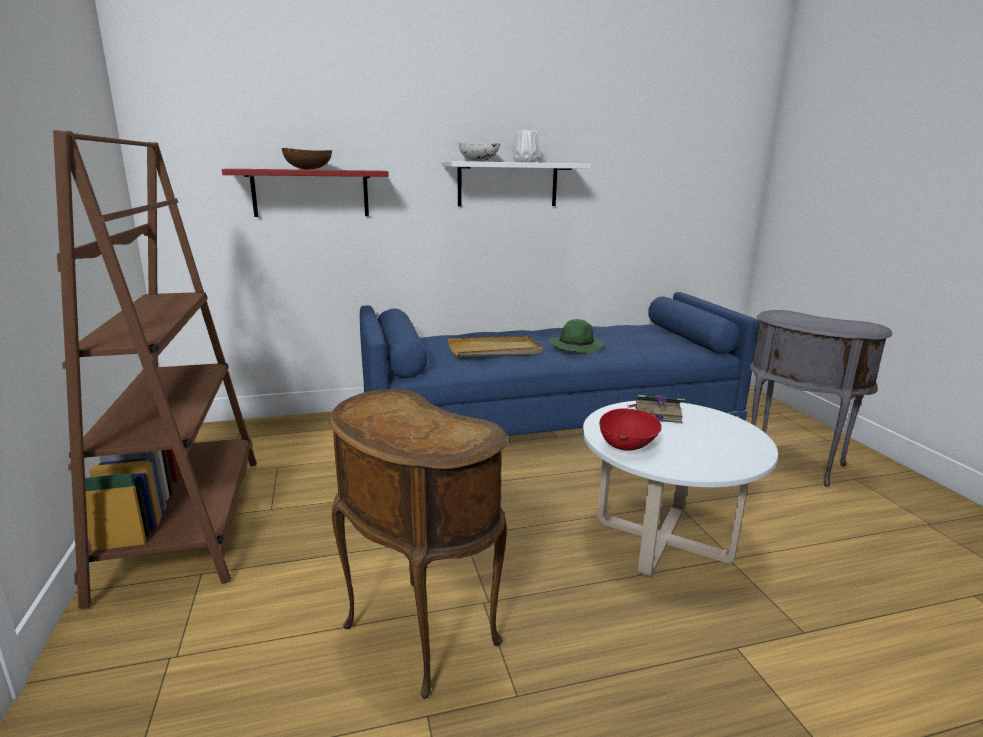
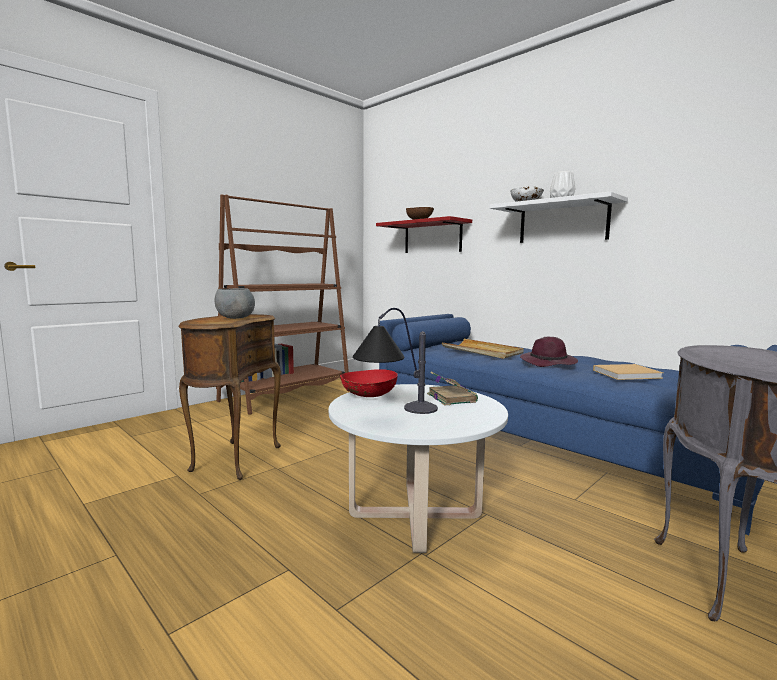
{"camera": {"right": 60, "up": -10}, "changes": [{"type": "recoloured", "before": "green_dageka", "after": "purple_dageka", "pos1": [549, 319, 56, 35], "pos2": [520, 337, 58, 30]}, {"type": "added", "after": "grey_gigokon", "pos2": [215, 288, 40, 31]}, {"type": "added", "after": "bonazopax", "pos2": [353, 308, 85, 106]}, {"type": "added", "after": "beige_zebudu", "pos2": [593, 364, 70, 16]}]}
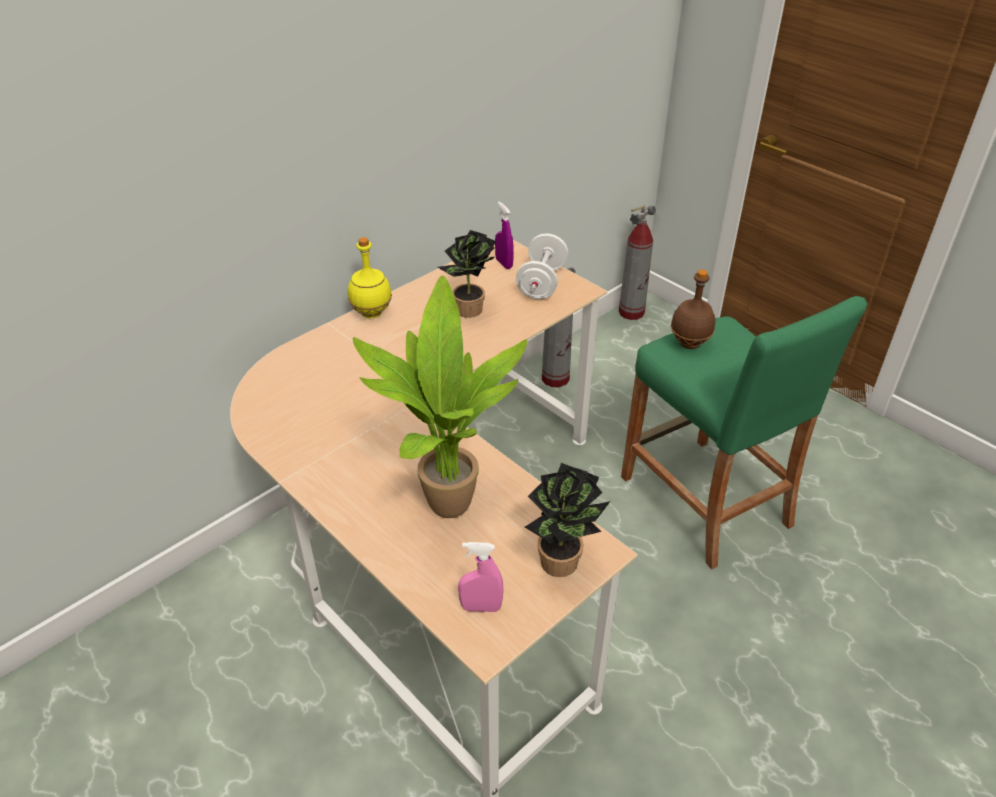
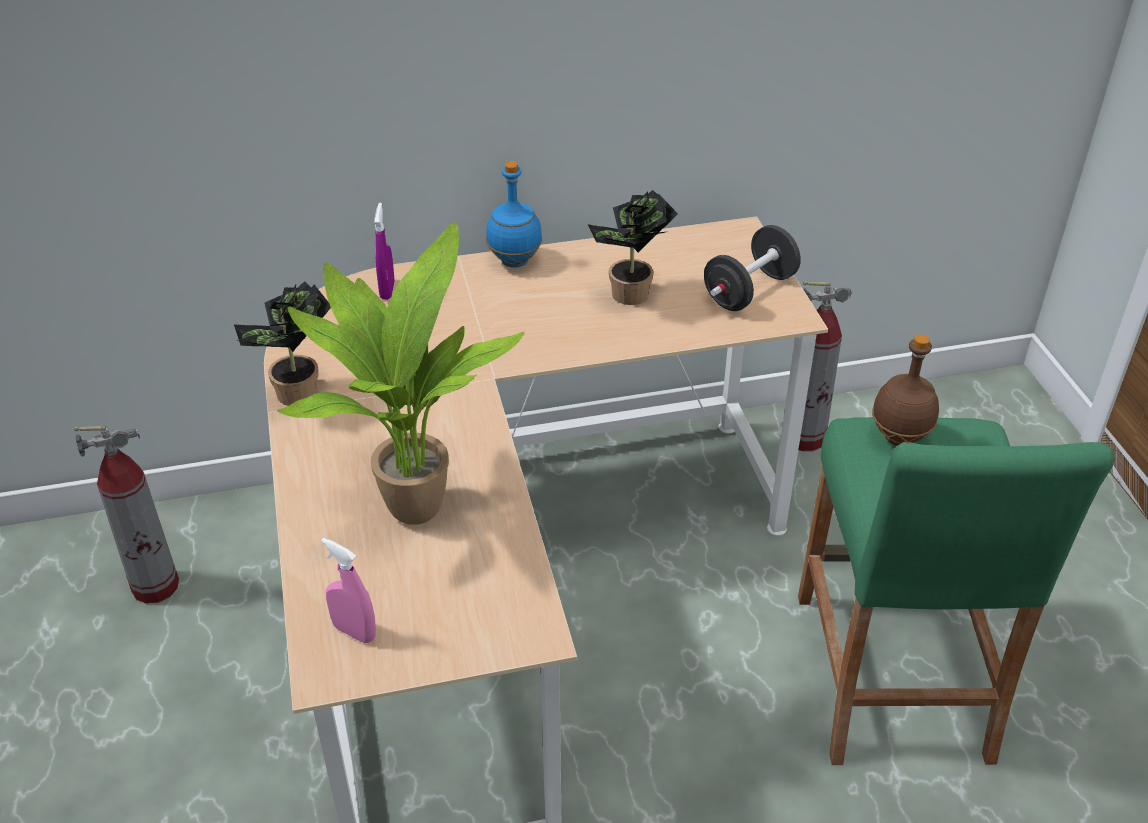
{"camera": {"right": 30, "up": 0}, "changes": [{"type": "moved", "before": "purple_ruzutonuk", "pos1": [495, 202, 19, 67], "pos2": [374, 203, 21, 97]}, {"type": "moved", "before": "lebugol", "pos1": [619, 205, 37, 115], "pos2": [74, 426, 105, 178]}, {"type": "recoloured", "before": "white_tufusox", "after": "black_tufusox", "pos1": [516, 233, 52, 66], "pos2": [704, 225, 97, 86]}, {"type": "recoloured", "before": "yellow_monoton", "after": "blue_monoton", "pos1": [348, 237, 44, 81], "pos2": [486, 161, 56, 107]}, {"type": "moved", "before": "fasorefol", "pos1": [525, 463, 86, 114], "pos2": [234, 281, 97, 125]}]}
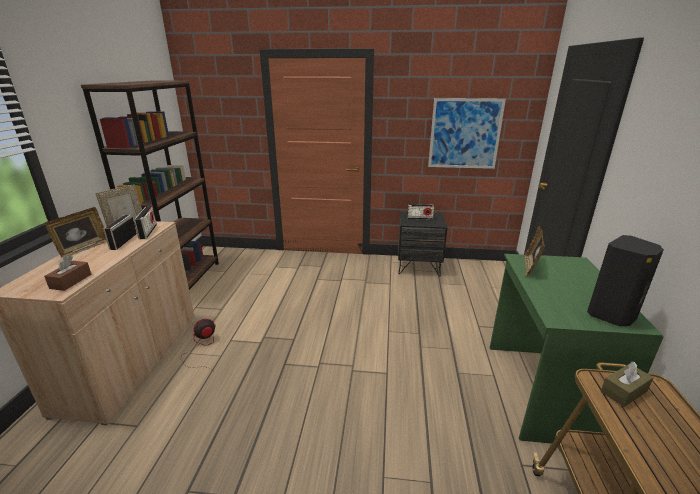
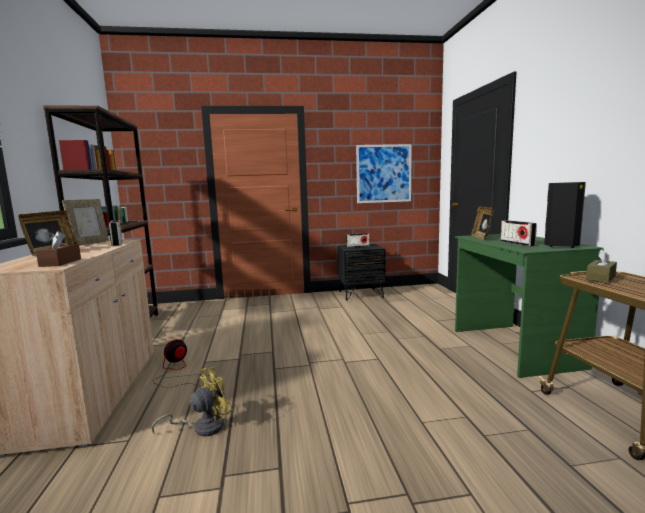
{"camera": {"right": -15, "up": -15}, "changes": [{"type": "moved", "before": "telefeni", "pos1": [103, 214, 34, 36], "pos2": [500, 220, 37, 26]}, {"type": "added", "after": "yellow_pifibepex", "pos2": [152, 367, 81, 69]}]}
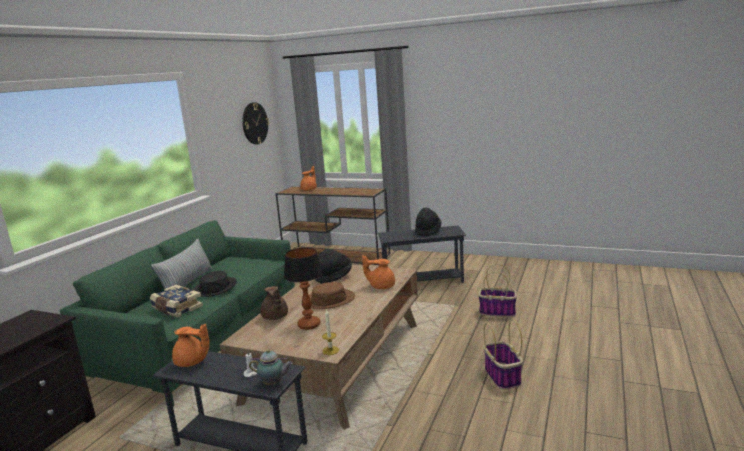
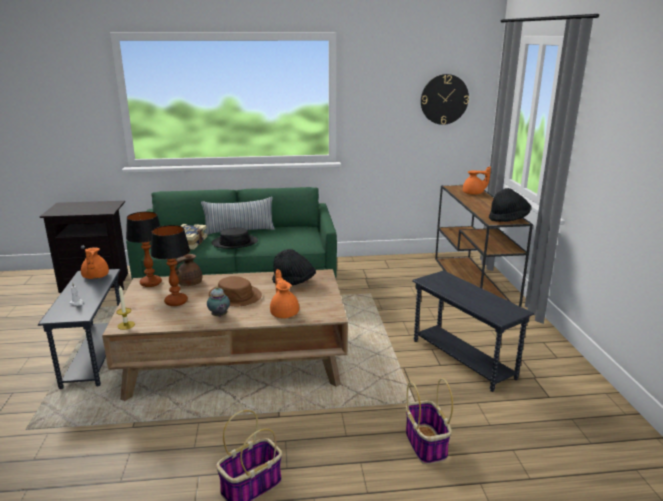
{"camera": {"right": 60, "up": 5}, "changes": [{"type": "moved", "before": "black_dageka", "pos1": [415, 207, 26, 29], "pos2": [489, 188, 42, 34]}, {"type": "moved", "before": "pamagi", "pos1": [249, 349, 44, 36], "pos2": [207, 287, 23, 30]}, {"type": "added", "after": "bonazopax", "pos2": [126, 212, 36, 75]}]}
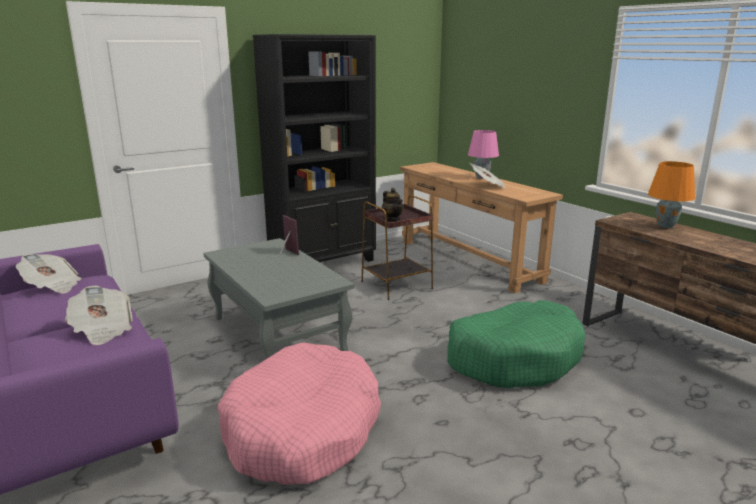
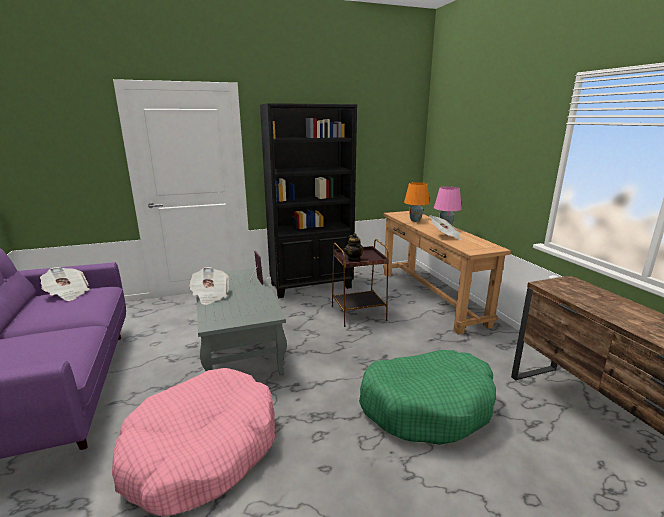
{"camera": {"right": 15, "up": 0}, "changes": [{"type": "moved", "before": "orange_bonazopax", "pos1": [648, 161, 47, 67], "pos2": [404, 182, 26, 40]}, {"type": "moved", "before": "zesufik", "pos1": [65, 286, 67, 59], "pos2": [189, 267, 40, 38]}]}
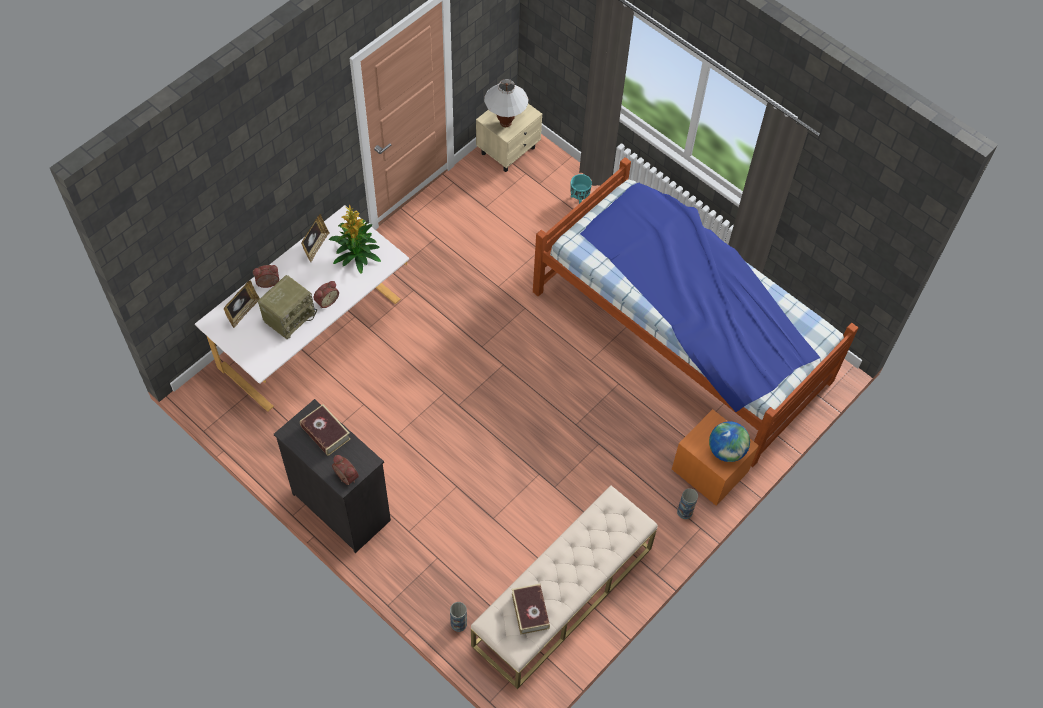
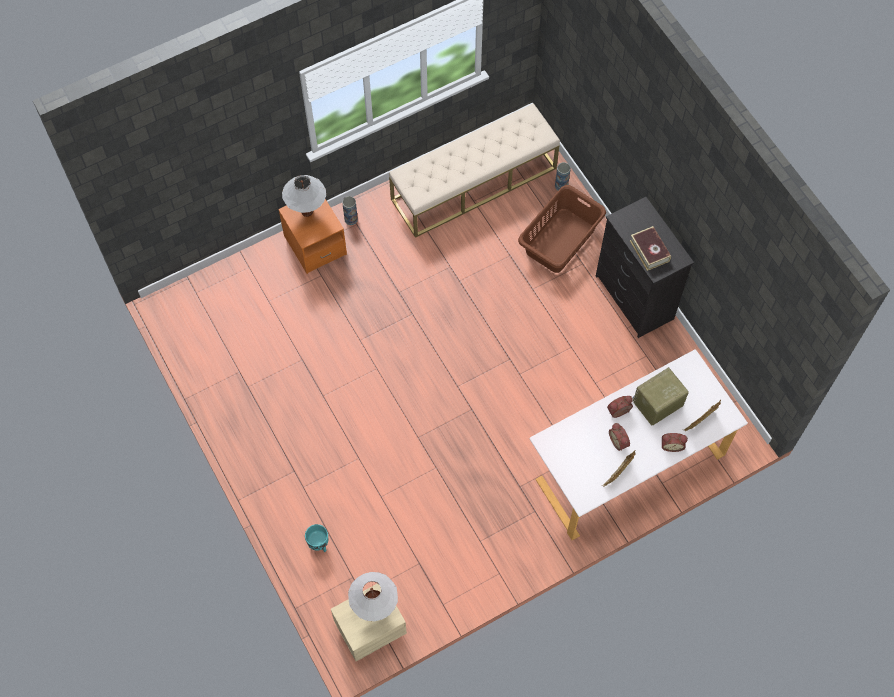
{"camera": {"right": -160, "up": 5}, "changes": [{"type": "removed", "before": "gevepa", "pos1": [533, 157, 325, 310]}, {"type": "removed", "before": "fasorefol", "pos1": [329, 204, 52, 70]}, {"type": "replaced", "before": "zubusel", "after": "white_bonazopax", "pos1": [709, 421, 41, 41], "pos2": [282, 175, 44, 42]}, {"type": "moved", "before": "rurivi", "pos1": [332, 455, 27, 30], "pos2": [609, 423, 21, 28]}, {"type": "removed", "before": "zebudu", "pos1": [512, 584, 38, 51]}, {"type": "added", "after": "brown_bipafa", "pos2": [518, 185, 88, 88]}]}
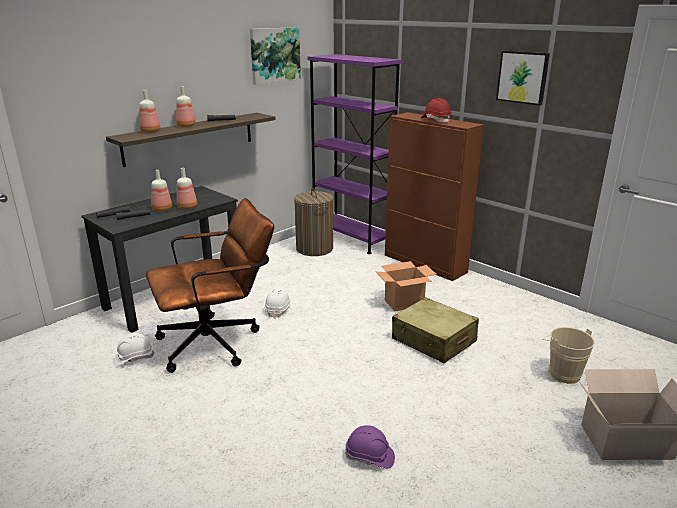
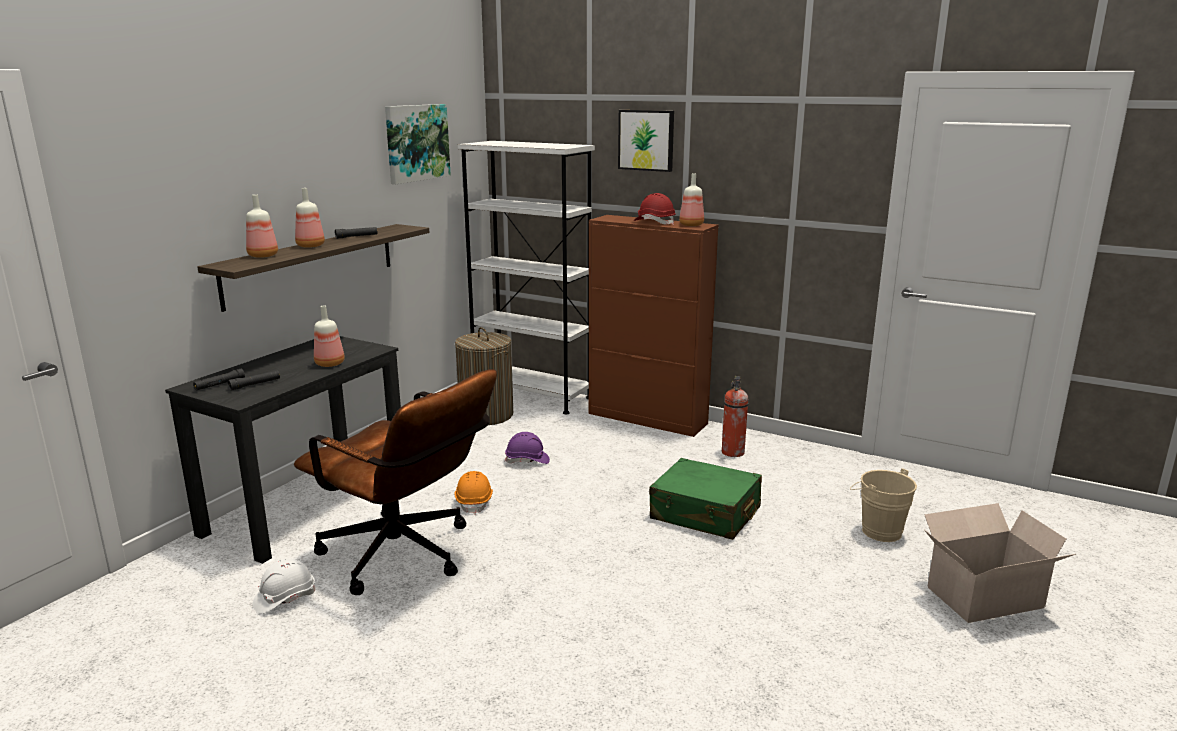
{"camera": {"right": -15, "up": -5}, "changes": [{"type": "moved", "before": "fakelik", "pos1": [496, 51, 54, 55], "pos2": [618, 110, 56, 62]}, {"type": "recoloured", "before": "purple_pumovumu", "after": "white_pumovumu", "pos1": [307, 54, 95, 200], "pos2": [458, 141, 137, 273]}, {"type": "moved", "before": "monoton", "pos1": [151, 170, 21, 42], "pos2": [679, 173, 25, 53]}, {"type": "turned", "before": "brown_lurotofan", "pos1": [146, 198, 128, 175], "pos2": [294, 369, 203, 226], "turn": 75}, {"type": "removed", "before": "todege", "pos1": [376, 261, 61, 50]}, {"type": "recoloured", "before": "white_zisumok", "after": "orange_zisumok", "pos1": [264, 289, 27, 30], "pos2": [455, 471, 38, 44]}, {"type": "recoloured", "before": "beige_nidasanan", "after": "green_nidasanan", "pos1": [392, 297, 87, 66], "pos2": [649, 458, 113, 82]}, {"type": "moved", "before": "purple_zisumok", "pos1": [345, 425, 50, 43], "pos2": [505, 432, 45, 32]}, {"type": "added", "after": "lebugol", "pos2": [722, 376, 27, 81]}]}
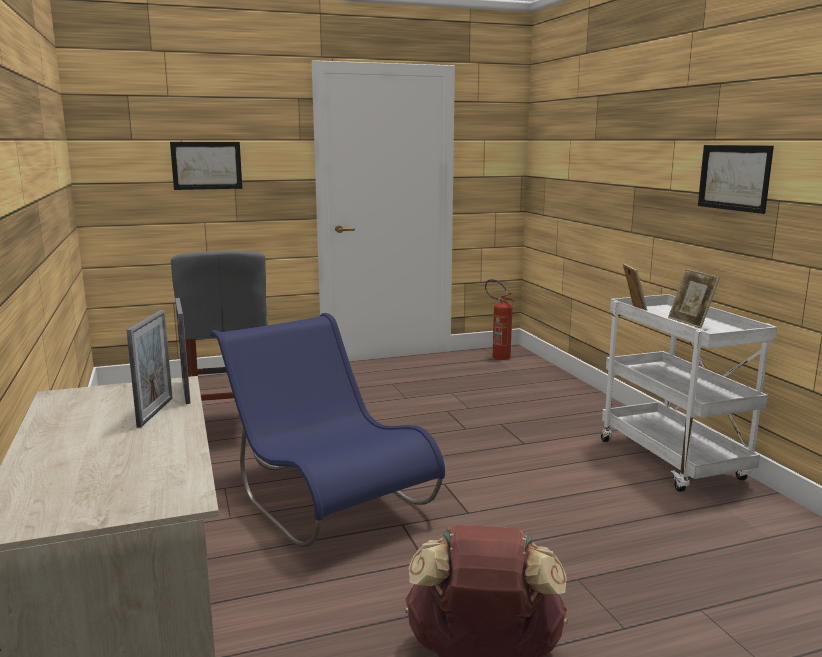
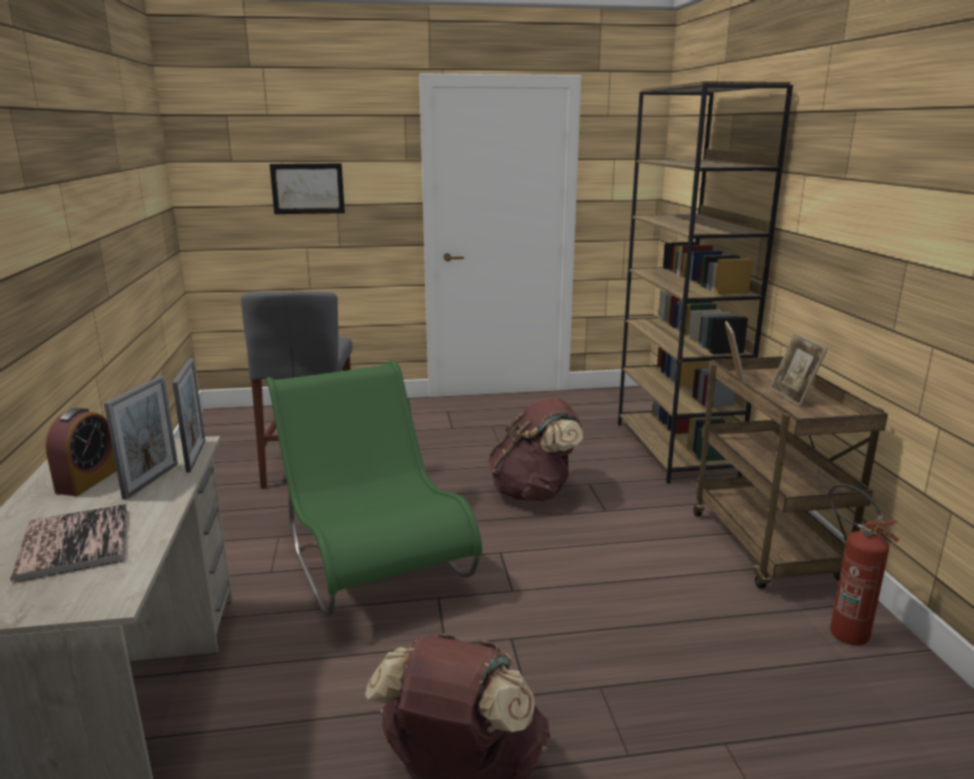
{"camera": {"right": 10, "up": 5}, "changes": [{"type": "removed", "before": "fakelik", "pos1": [698, 145, 76, 69]}, {"type": "moved", "before": "lebugol", "pos1": [485, 279, 30, 81], "pos2": [828, 484, 72, 162]}, {"type": "recoloured", "before": "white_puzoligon", "after": "brown_puzoligon", "pos1": [601, 294, 176, 198], "pos2": [693, 356, 195, 233]}, {"type": "recoloured", "before": "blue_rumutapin", "after": "green_rumutapin", "pos1": [210, 313, 235, 234], "pos2": [265, 360, 217, 256]}, {"type": "added", "after": "brown_pumovumu", "pos2": [618, 81, 175, 403]}, {"type": "added", "after": "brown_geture", "pos2": [488, 397, 95, 104]}, {"type": "added", "after": "rurivi", "pos2": [45, 408, 72, 88]}, {"type": "added", "after": "zebudu", "pos2": [10, 504, 118, 79]}]}
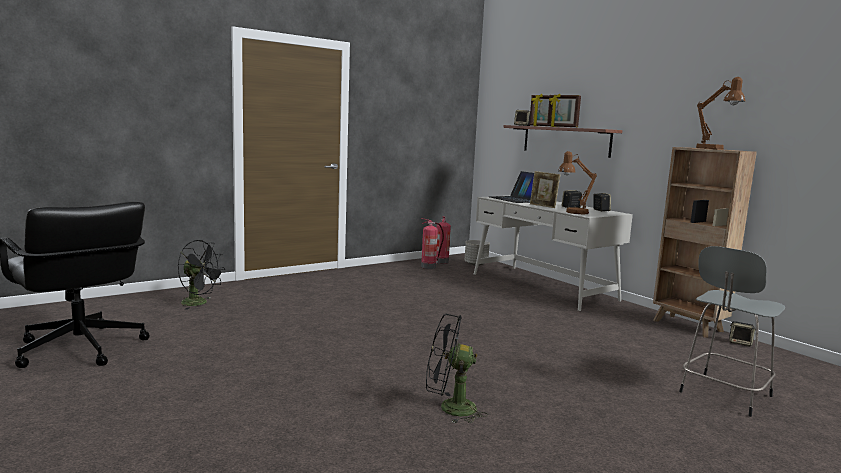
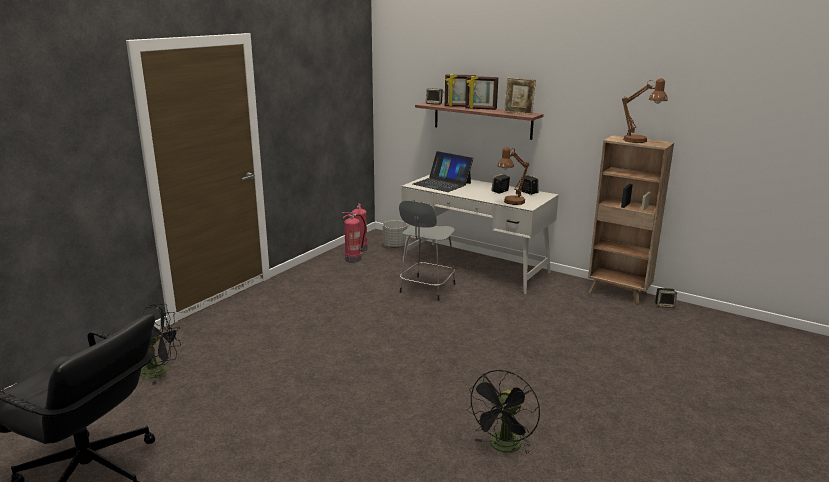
{"camera": {"right": -20, "up": 10}, "changes": [{"type": "moved", "before": "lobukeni", "pos1": [530, 171, 30, 37], "pos2": [504, 78, 32, 36]}, {"type": "moved", "before": "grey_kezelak", "pos1": [679, 246, 106, 171], "pos2": [399, 200, 56, 101]}, {"type": "turned", "before": "black_pifibepex", "pos1": [426, 314, 62, 110], "pos2": [466, 370, 74, 85], "turn": -45}]}
